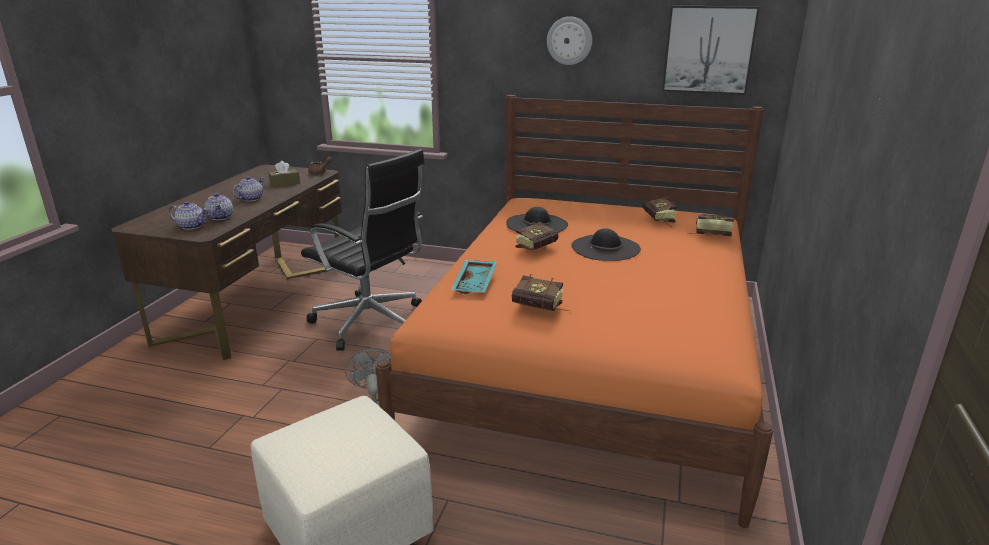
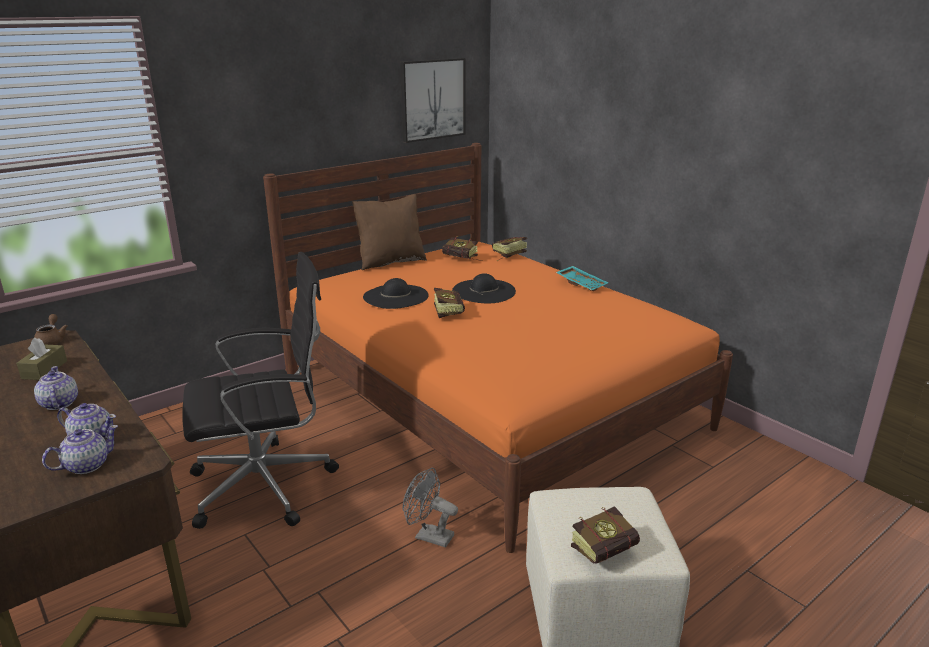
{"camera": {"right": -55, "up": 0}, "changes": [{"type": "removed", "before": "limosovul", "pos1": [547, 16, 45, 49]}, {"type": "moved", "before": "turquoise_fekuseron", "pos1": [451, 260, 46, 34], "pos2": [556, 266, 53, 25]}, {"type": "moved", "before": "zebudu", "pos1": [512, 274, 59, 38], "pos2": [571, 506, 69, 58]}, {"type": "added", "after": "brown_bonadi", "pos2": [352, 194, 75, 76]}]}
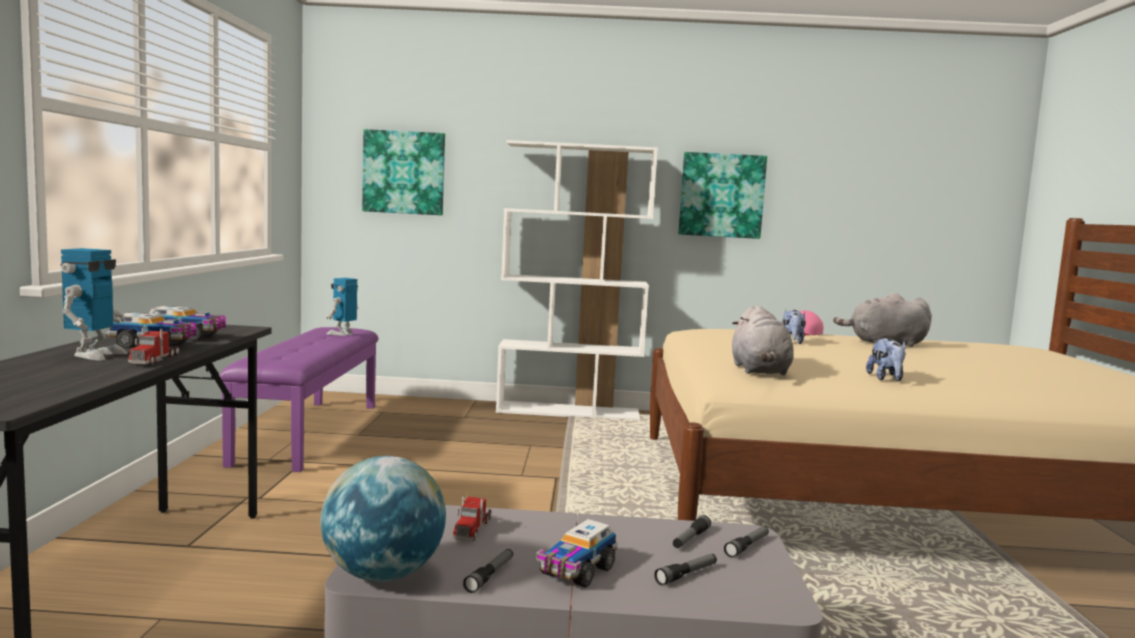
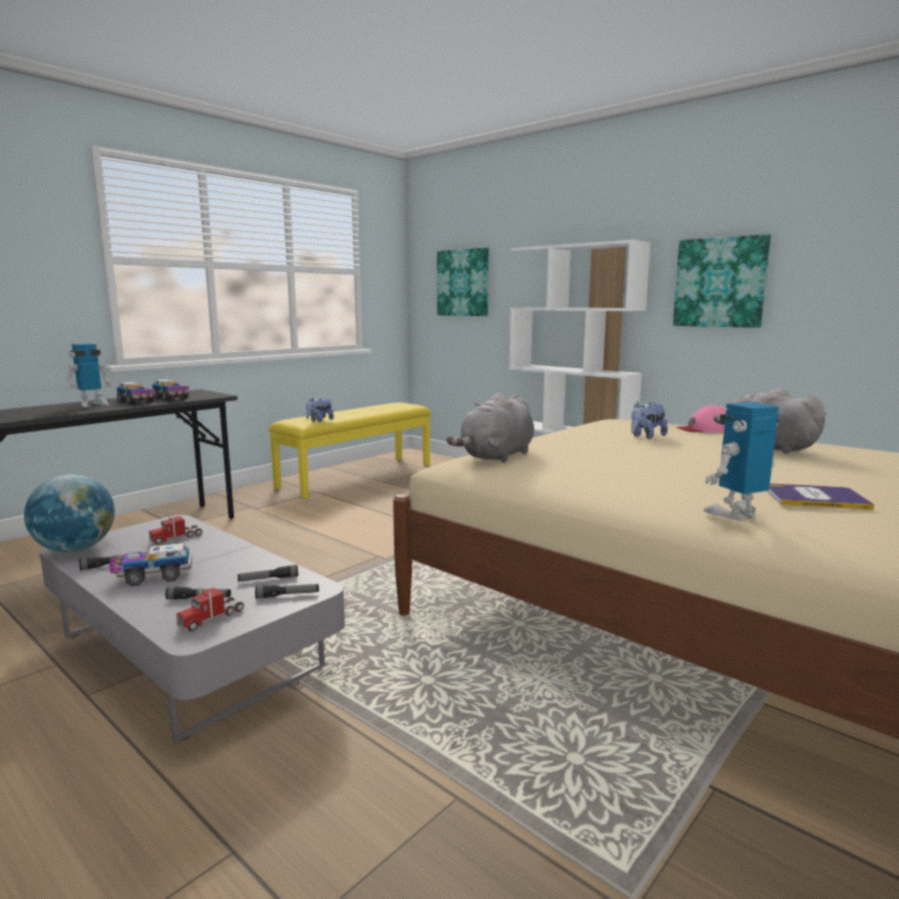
{"camera": {"right": 40, "up": 5}, "changes": [{"type": "moved", "before": "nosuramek", "pos1": [326, 278, 33, 58], "pos2": [703, 402, 76, 119]}, {"type": "recoloured", "before": "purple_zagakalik", "after": "yellow_zagakalik", "pos1": [220, 327, 158, 145], "pos2": [268, 403, 163, 95]}, {"type": "moved", "before": "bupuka", "pos1": [128, 328, 51, 37], "pos2": [176, 587, 68, 44]}, {"type": "moved", "before": "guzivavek", "pos1": [866, 338, 40, 43], "pos2": [306, 398, 28, 24]}, {"type": "added", "after": "zebudu", "pos2": [767, 484, 107, 26]}]}
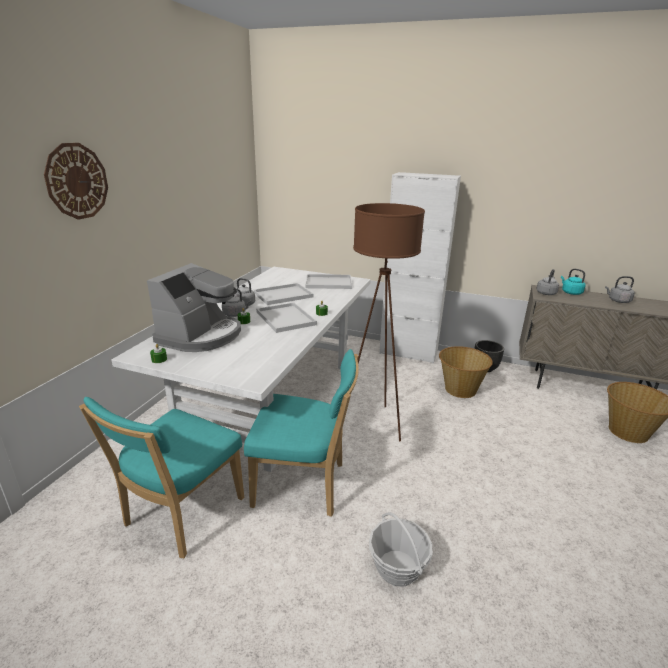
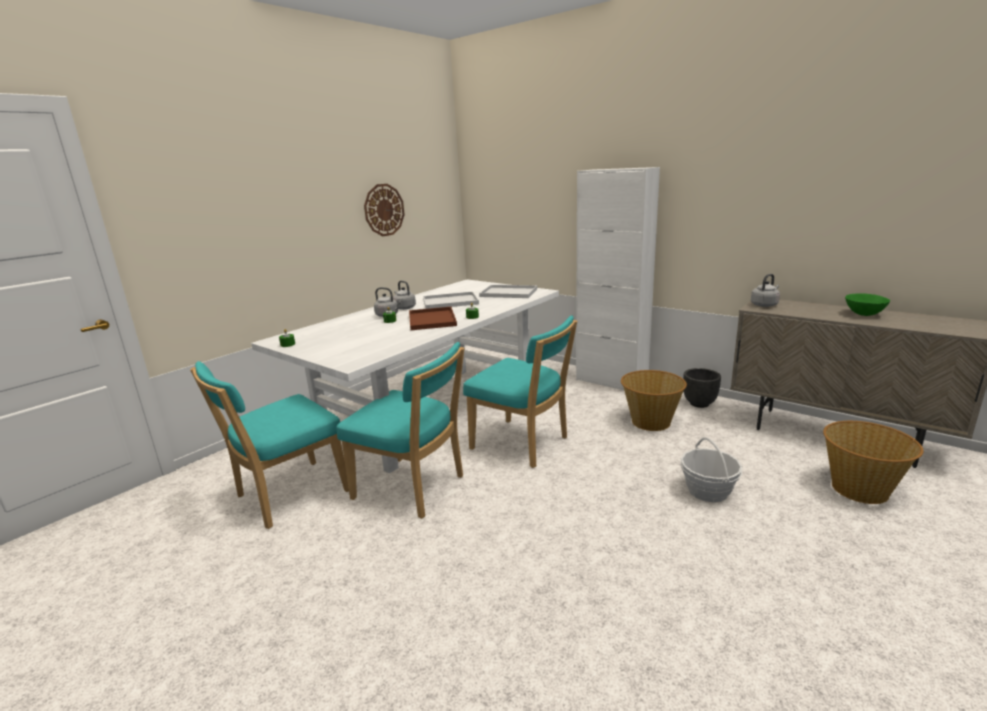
{"camera": {"right": 20, "up": -5}, "changes": [{"type": "moved", "before": "limosovul", "pos1": [44, 143, 64, 77], "pos2": [364, 184, 41, 52]}, {"type": "replaced", "before": "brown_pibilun", "after": "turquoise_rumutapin", "pos1": [353, 203, 72, 238], "pos2": [463, 316, 114, 152]}, {"type": "removed", "before": "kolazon", "pos1": [147, 263, 94, 89]}, {"type": "removed", "before": "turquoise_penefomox", "pos1": [561, 269, 24, 26]}, {"type": "replaced", "before": "grey_penefomox", "after": "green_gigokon", "pos1": [605, 276, 30, 27], "pos2": [845, 293, 45, 23]}, {"type": "recoloured", "before": "white_fekuseron", "after": "brown_fekuseron", "pos1": [256, 302, 61, 31], "pos2": [409, 307, 48, 23]}, {"type": "moved", "before": "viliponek", "pos1": [369, 512, 64, 75], "pos2": [680, 437, 62, 65]}]}
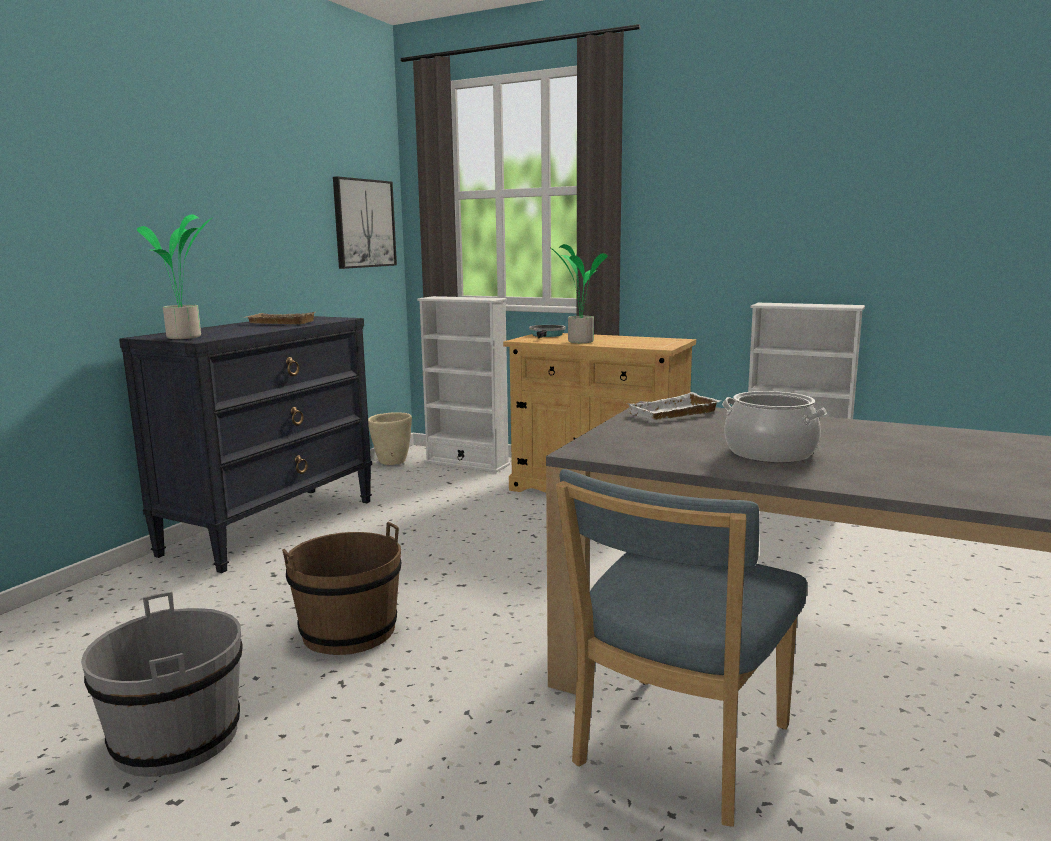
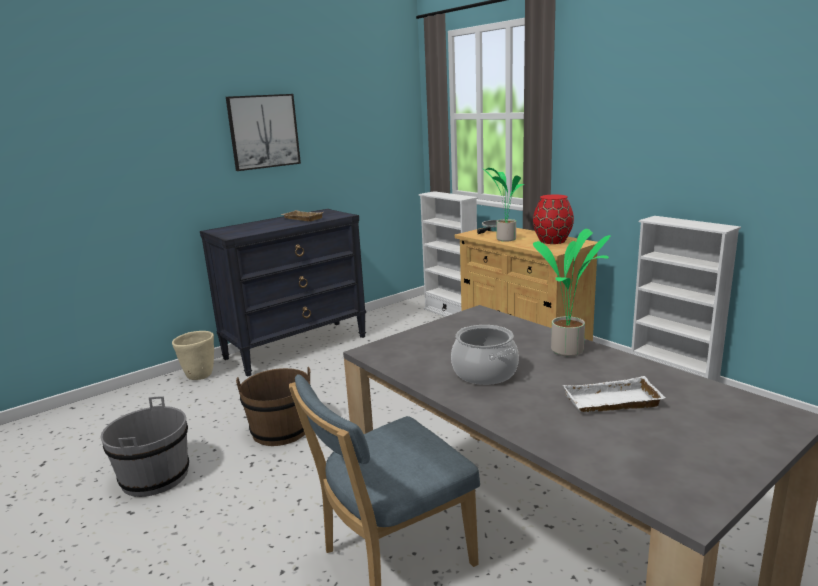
{"camera": {"right": 25, "up": 5}, "changes": [{"type": "moved", "before": "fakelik", "pos1": [333, 176, 64, 93], "pos2": [226, 94, 75, 77]}, {"type": "moved", "before": "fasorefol", "pos1": [137, 215, 75, 124], "pos2": [533, 229, 78, 127]}, {"type": "moved", "before": "white_fekuseron", "pos1": [627, 392, 94, 28], "pos2": [563, 376, 102, 36]}, {"type": "moved", "before": "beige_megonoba", "pos1": [368, 412, 44, 53], "pos2": [172, 331, 42, 49]}, {"type": "added", "after": "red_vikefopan", "pos2": [533, 195, 41, 49]}]}
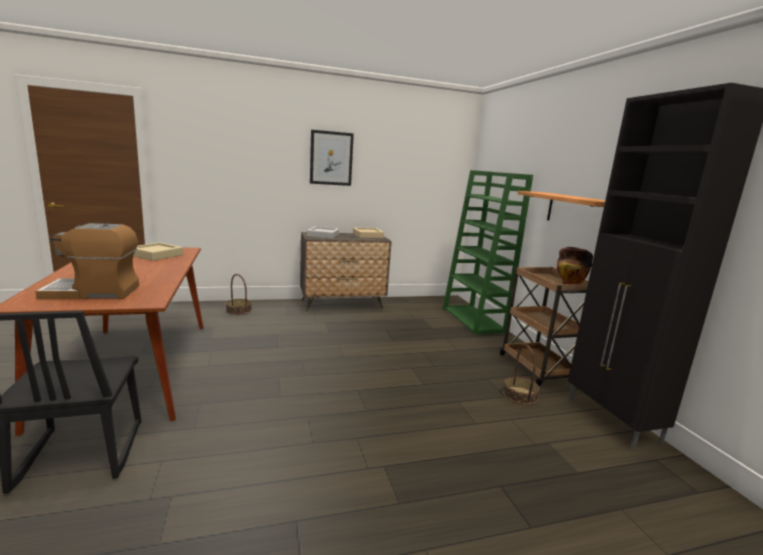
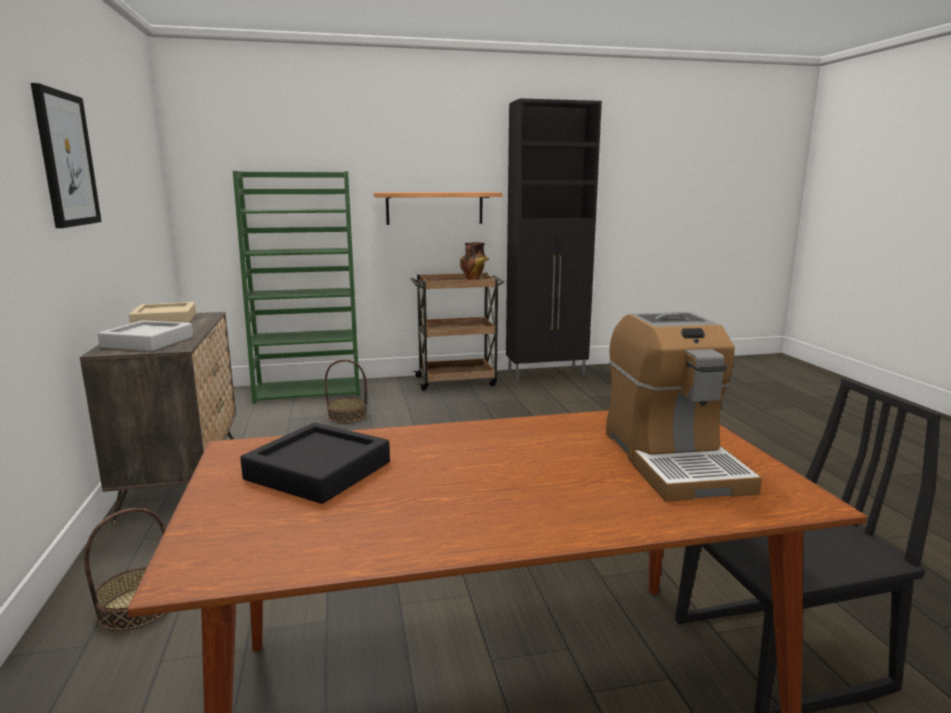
{"camera": {"right": -85, "up": 0}, "changes": [{"type": "recoloured", "before": "beige_fekuseron", "after": "black_fekuseron", "pos1": [133, 242, 50, 19], "pos2": [240, 423, 150, 81]}, {"type": "moved", "before": "viliponek", "pos1": [503, 345, 37, 60], "pos2": [325, 359, 42, 64]}]}
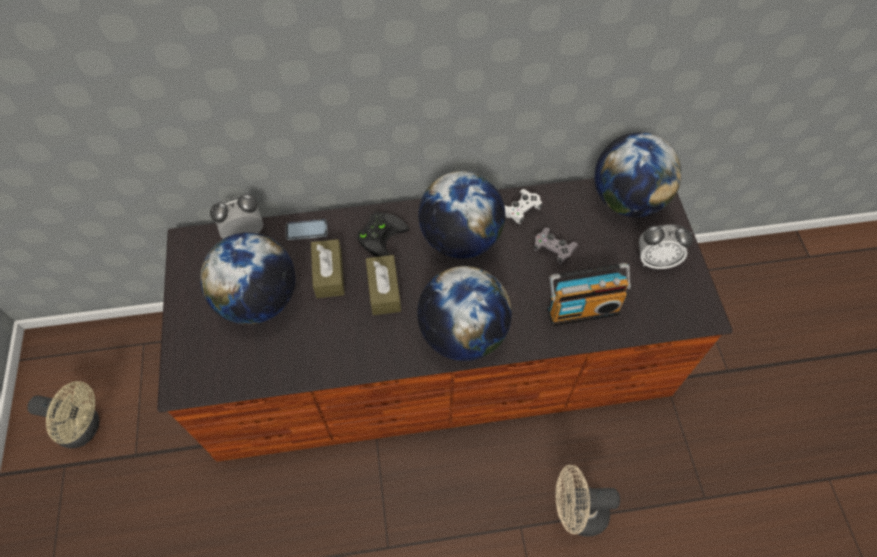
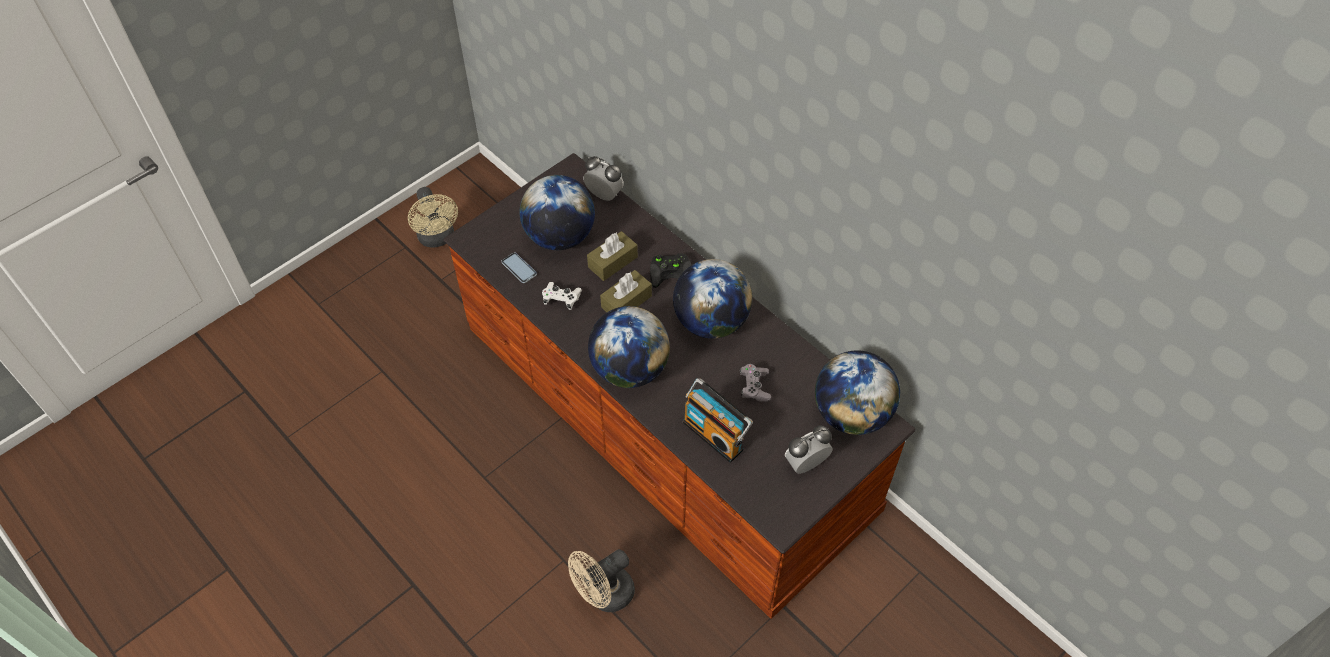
{"camera": {"right": 55, "up": -5}, "changes": [{"type": "moved", "before": "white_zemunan", "pos1": [505, 189, 38, 35], "pos2": [542, 282, 40, 28]}, {"type": "moved", "before": "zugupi", "pos1": [286, 219, 42, 21], "pos2": [501, 253, 36, 30]}, {"type": "turned", "before": "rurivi", "pos1": [639, 225, 54, 44], "pos2": [785, 426, 48, 48], "turn": 90}, {"type": "turned", "before": "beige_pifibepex", "pos1": [556, 465, 64, 72], "pos2": [568, 549, 67, 63], "turn": -90}]}
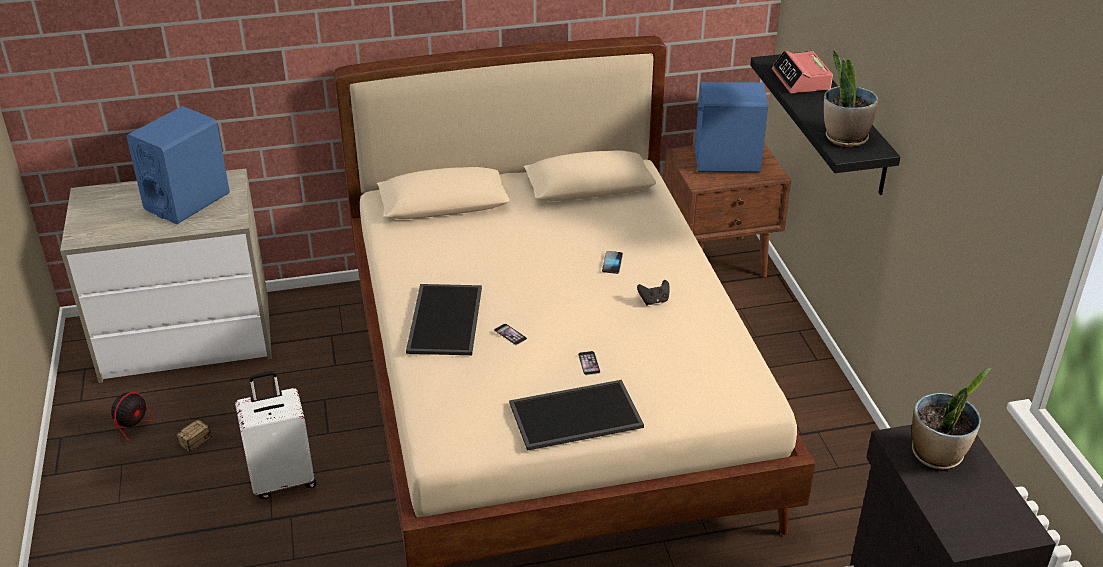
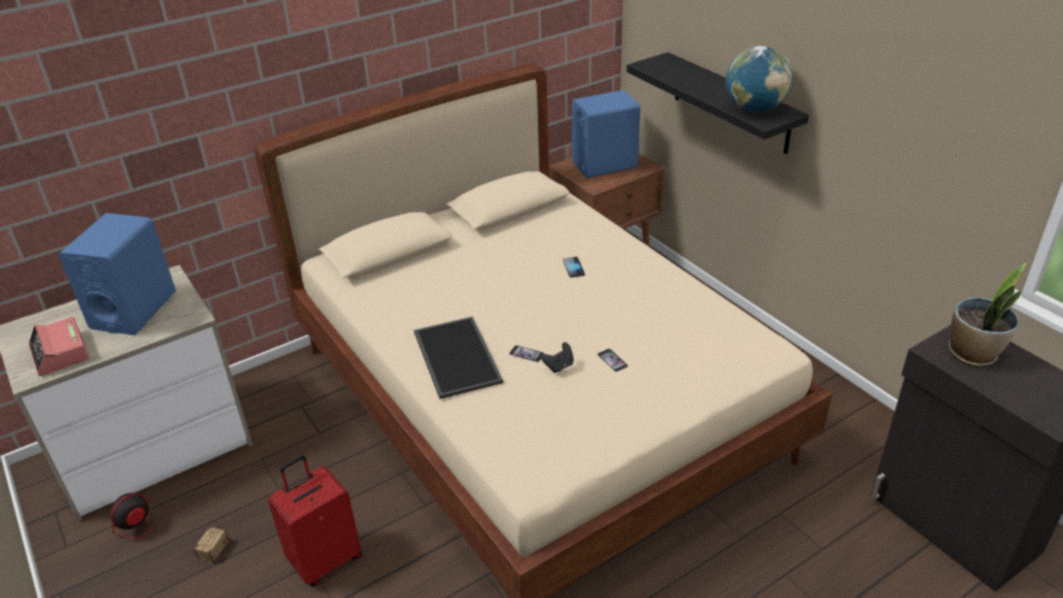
{"camera": {"right": -20, "up": 0}, "changes": [{"type": "replaced", "before": "fasorefol", "after": "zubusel", "pos1": [824, 49, 54, 98], "pos2": [726, 46, 66, 67]}, {"type": "moved", "before": "rurivi", "pos1": [772, 50, 61, 43], "pos2": [29, 317, 61, 59]}, {"type": "moved", "before": "black_zemunan", "pos1": [637, 280, 33, 25], "pos2": [541, 342, 33, 31]}, {"type": "recoloured", "before": "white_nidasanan", "after": "red_nidasanan", "pos1": [235, 371, 81, 128], "pos2": [268, 455, 94, 131]}, {"type": "removed", "before": "fekuseron", "pos1": [509, 380, 135, 71]}, {"type": "turned", "before": "pifibepex", "pos1": [90, 386, 70, 56], "pos2": [98, 493, 71, 96], "turn": -150}]}
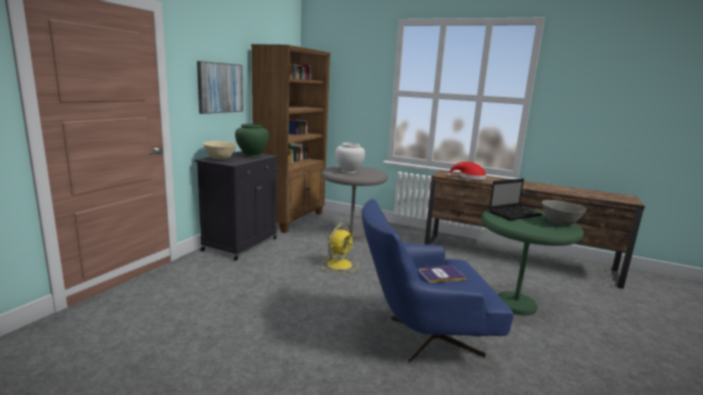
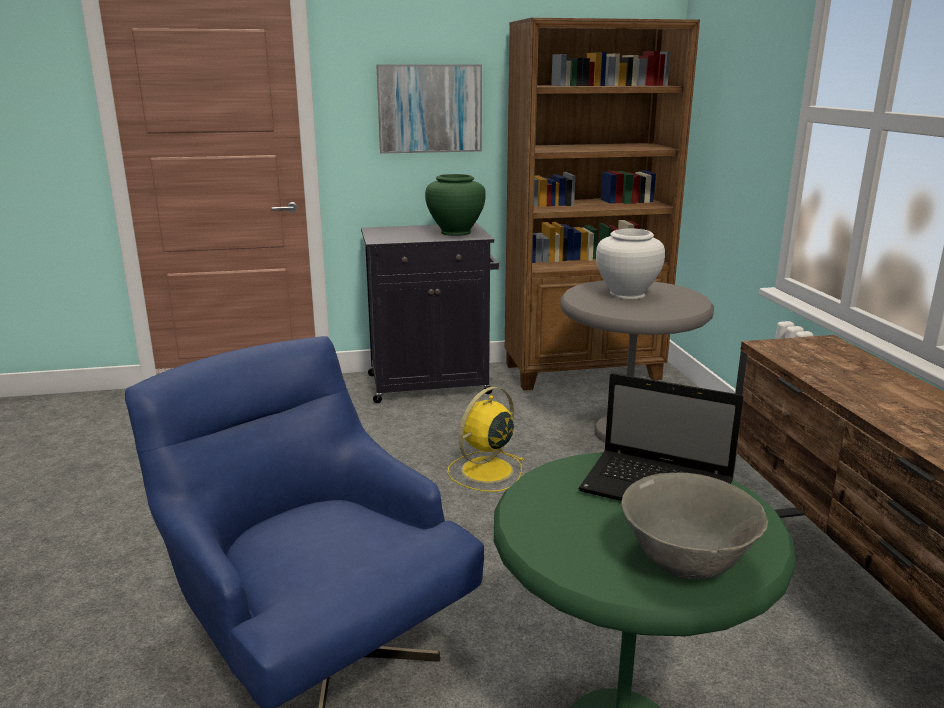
{"camera": {"right": 55, "up": 5}, "changes": [{"type": "removed", "before": "beige_gigokon", "pos1": [203, 141, 34, 19]}, {"type": "removed", "before": "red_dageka", "pos1": [447, 162, 40, 18]}, {"type": "turned", "before": "yellow_pifibepex", "pos1": [321, 223, 38, 50], "pos2": [447, 387, 77, 105], "turn": 135}, {"type": "removed", "before": "zebudu", "pos1": [419, 266, 47, 17]}]}
